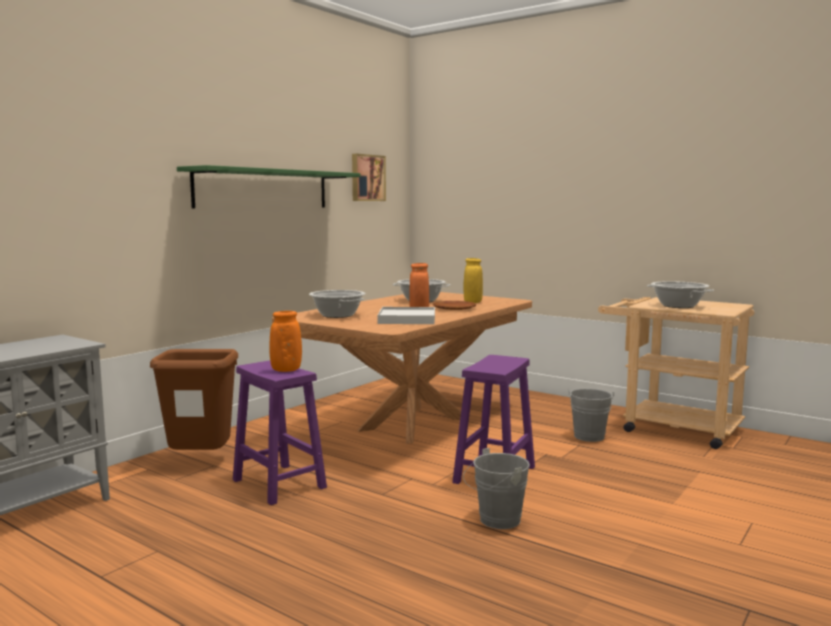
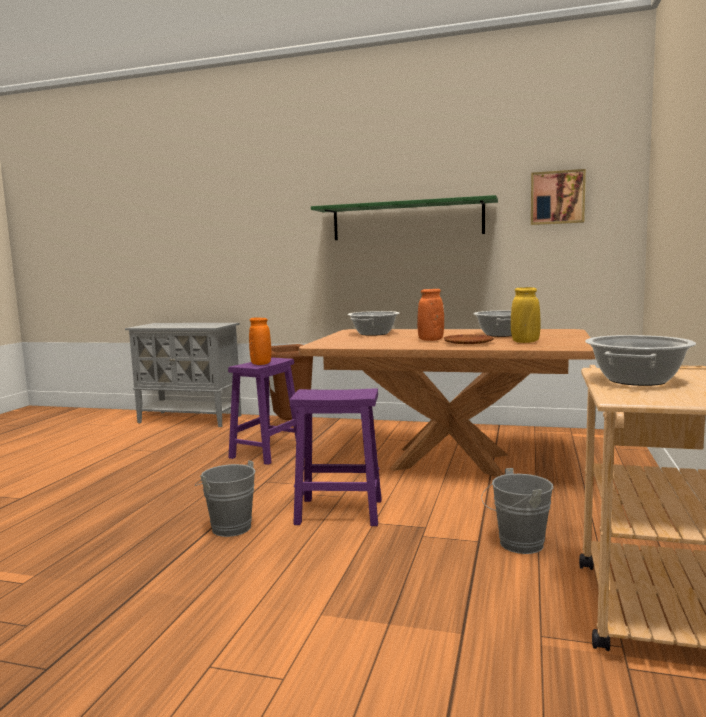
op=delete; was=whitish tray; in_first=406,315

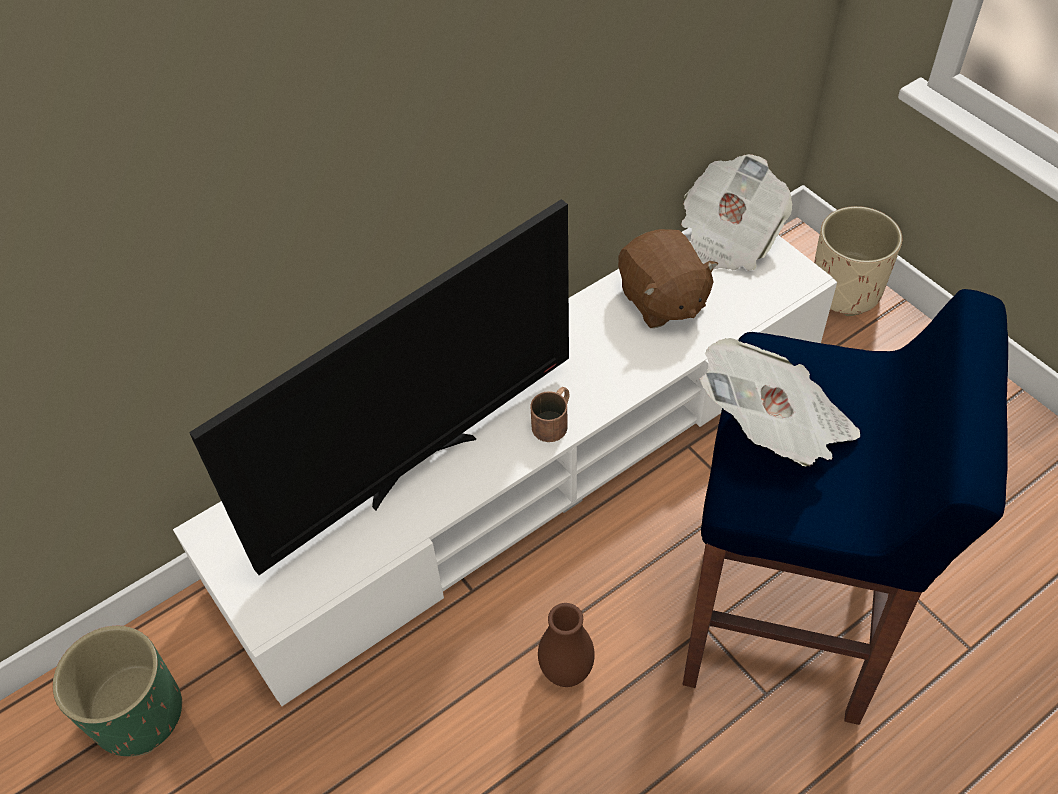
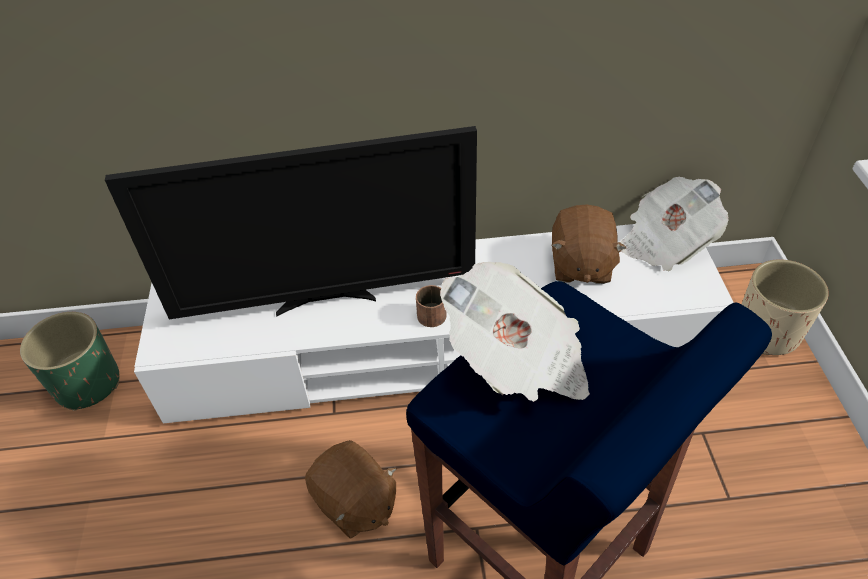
op=replace; was=brown-coloured flower vase; now=brown-coloured plush toy; in_first=566,645; in_second=351,489

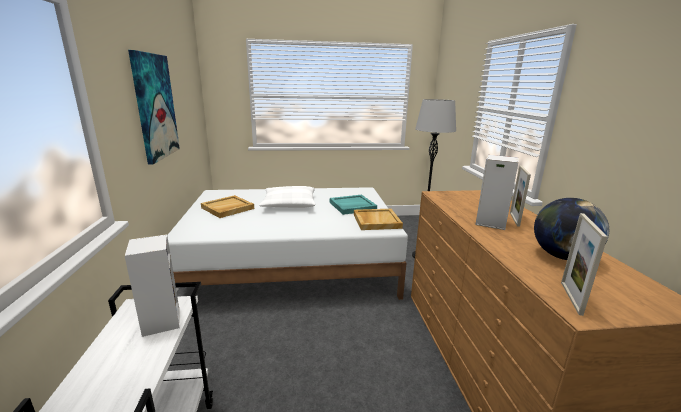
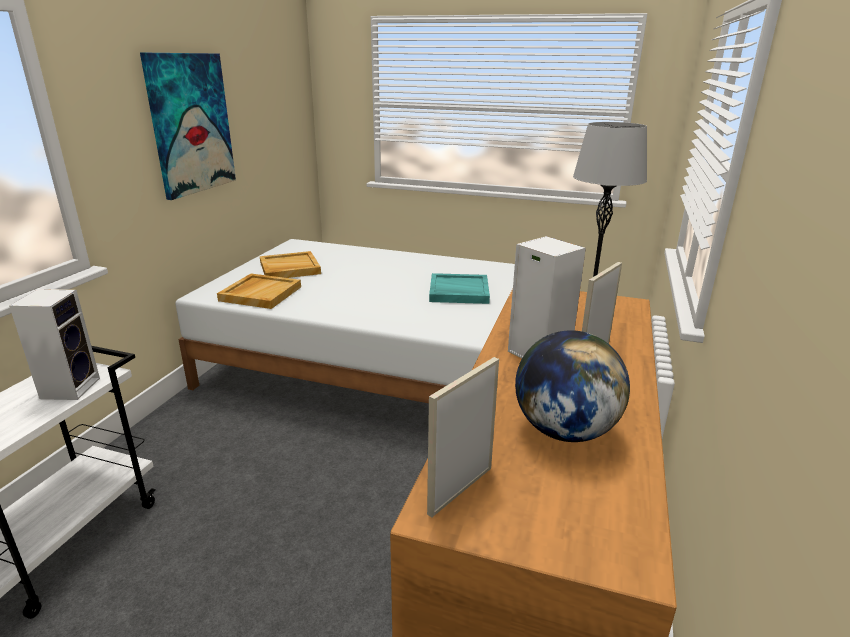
op=delete; was=whitish throw pillow; in_first=287,197
op=move; was=beige-coloured tray; in_first=378,219; in_second=259,291

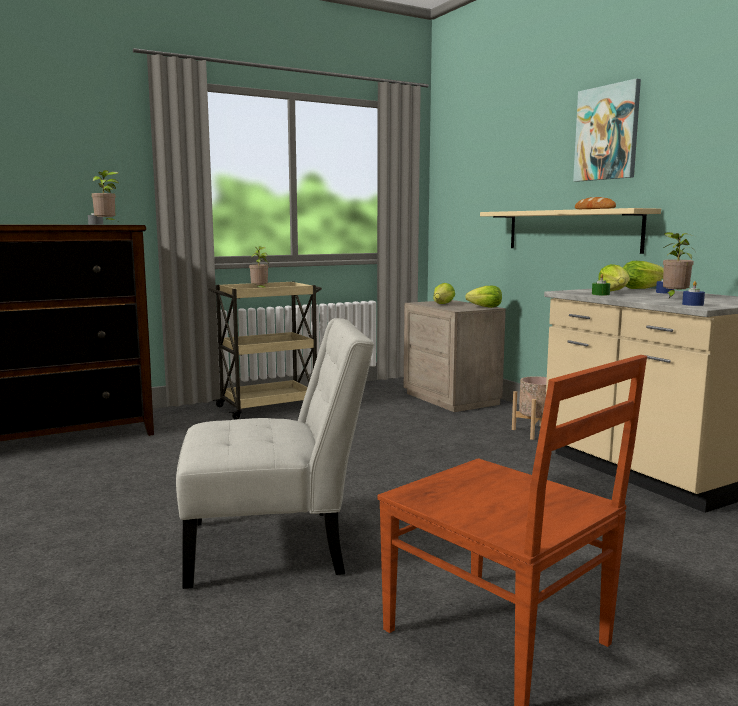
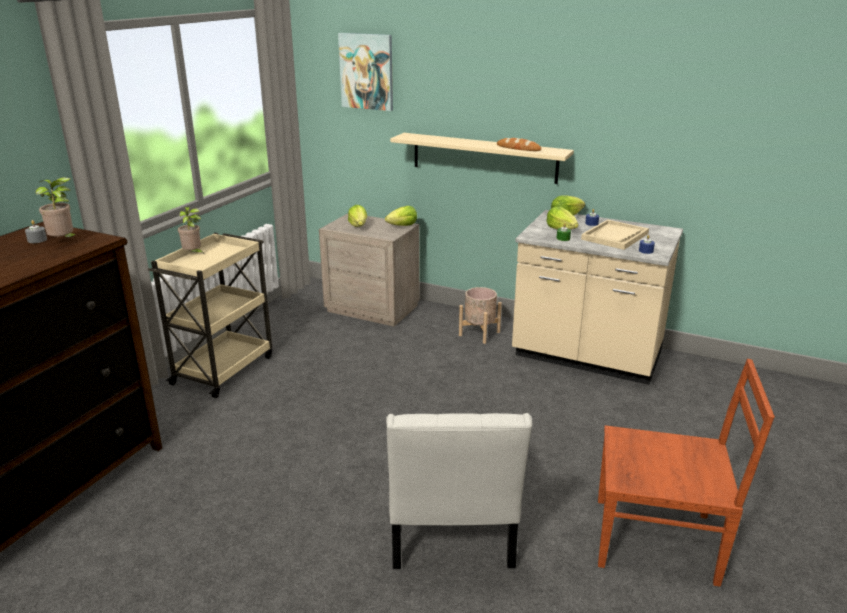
op=move; was=picture; in_first=607,130; in_second=365,72
op=replace; was=potted plant; now=beige-coloured tray; in_first=679,265; in_second=615,235
op=rotate; was=whitish upright chair; in_first=275,453; in_second=459,491; clockwise=135

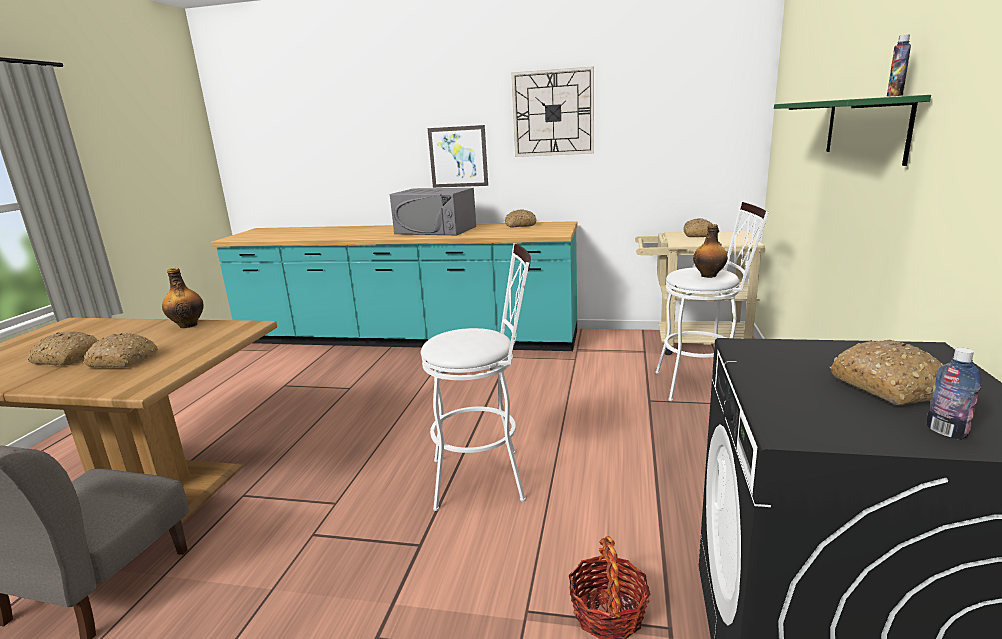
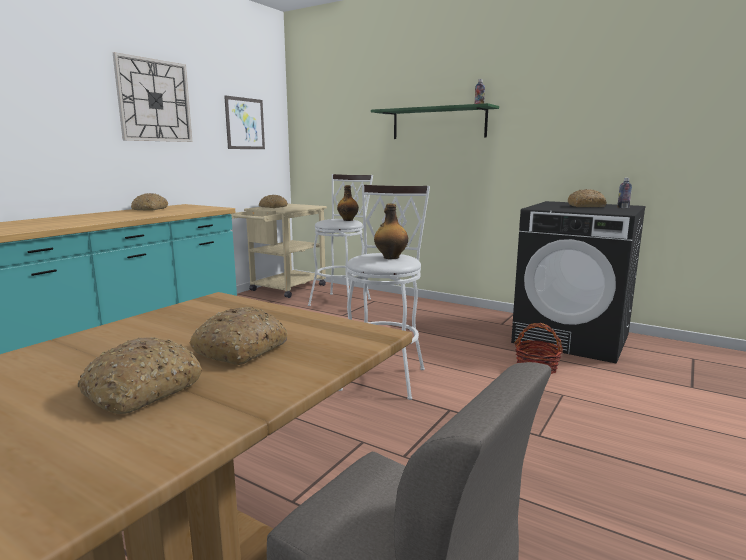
op=delete; was=greyish kitchen microwave; in_first=433,211
op=move; was=drink bottle; in_first=183,298; in_second=391,231
op=move; was=picture; in_first=458,156; in_second=244,122

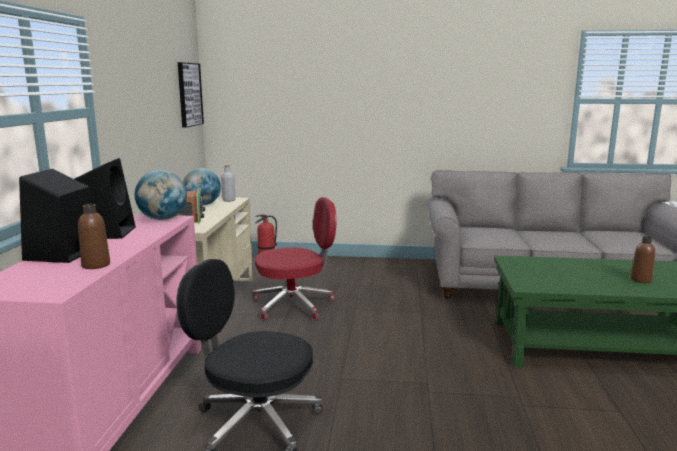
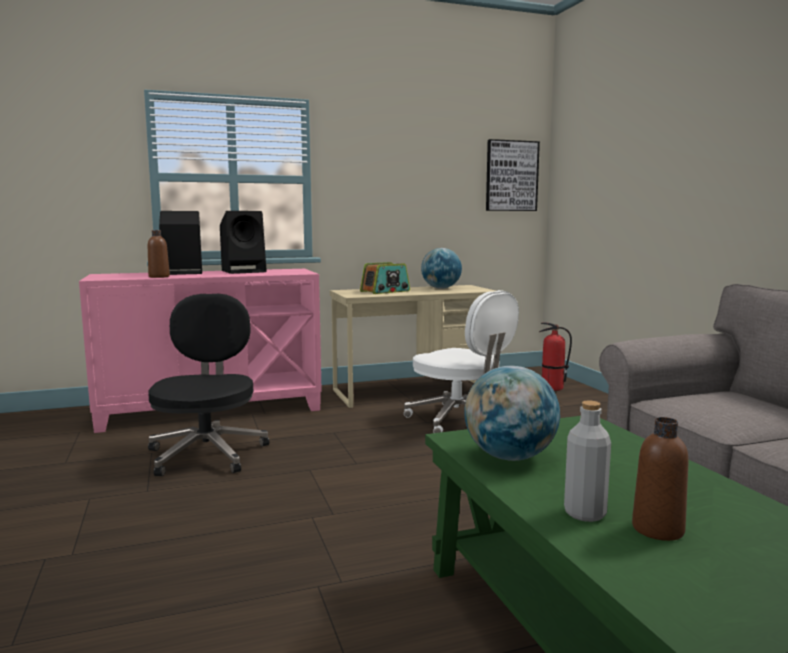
op=move; was=globe; in_first=161,195; in_second=512,413
op=move; was=greyish drink bottle; in_first=228,183; in_second=587,461
op=recolor; was=red office chair; now=whitish office chair; in_first=294,258; in_second=461,361

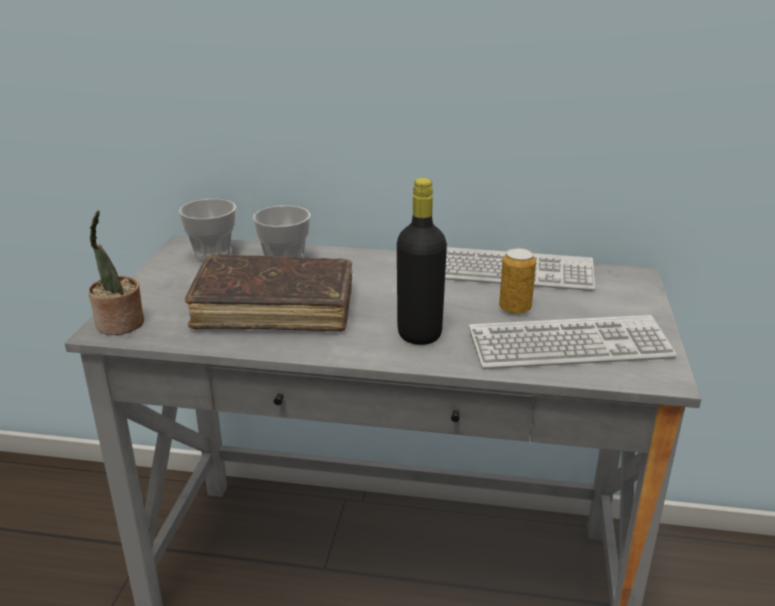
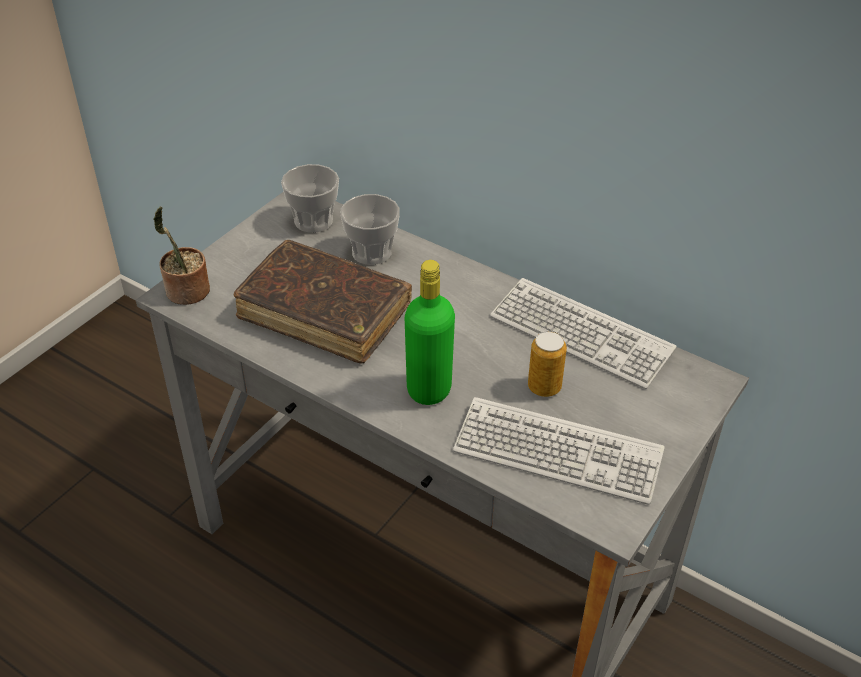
op=recolor; was=blackish drink bottle; now=green-coloured drink bottle; in_first=422,261; in_second=430,332

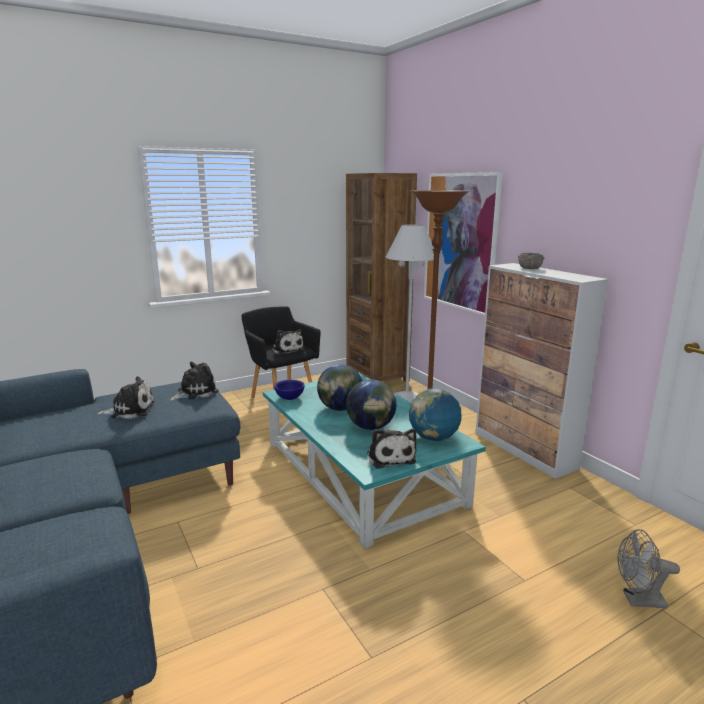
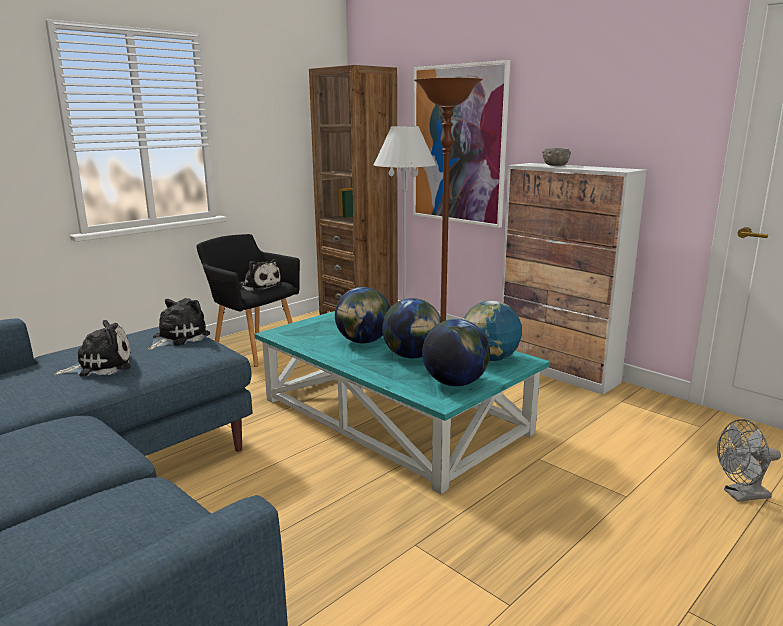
op=delete; was=blue bowl; in_first=289,390
op=replace; was=plush toy; now=globe; in_first=391,449; in_second=456,352

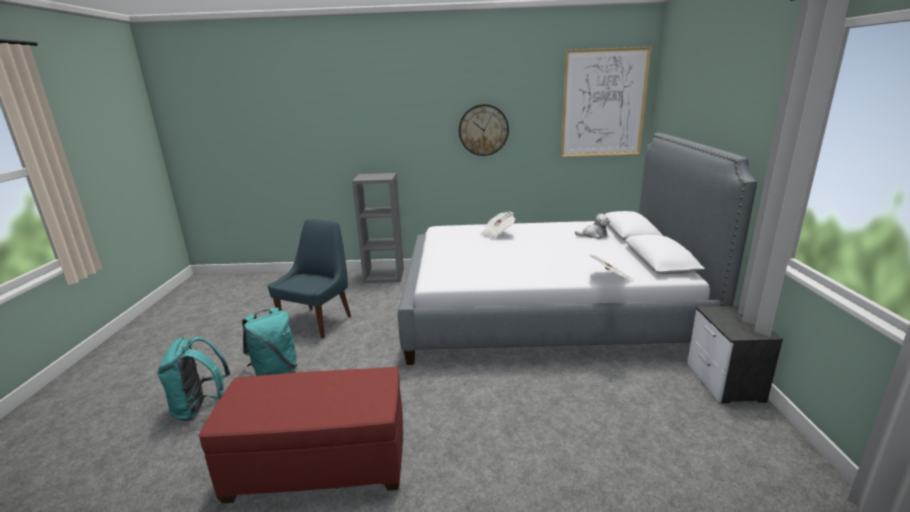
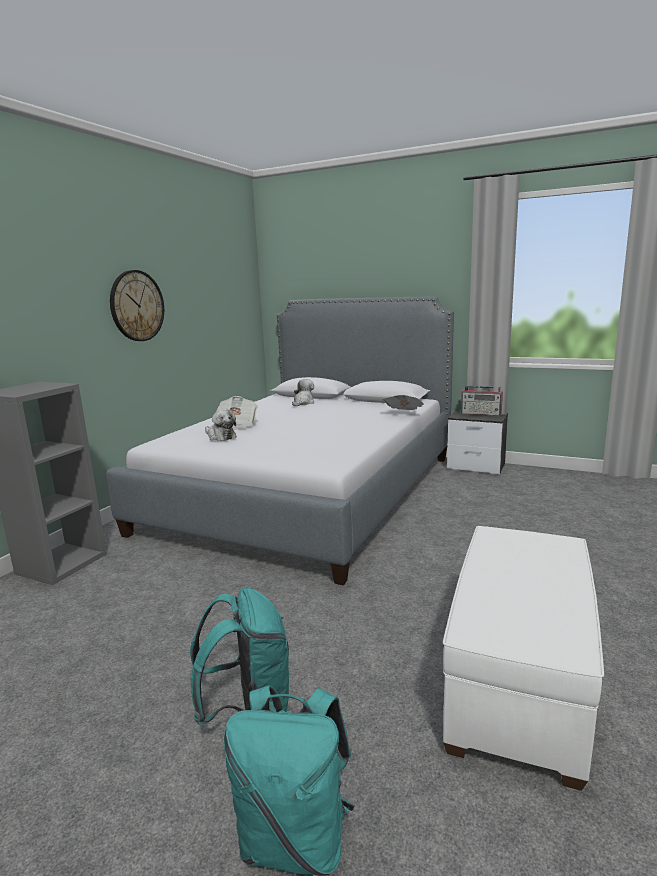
op=delete; was=blue upright chair; in_first=309,278
op=delete; was=picture; in_first=606,102
op=insert; now=plush toy; in_second=221,425
op=insert; now=radio; in_second=482,401
op=recolor; was=red pouffe; now=whitish pouffe; in_first=301,435; in_second=523,658

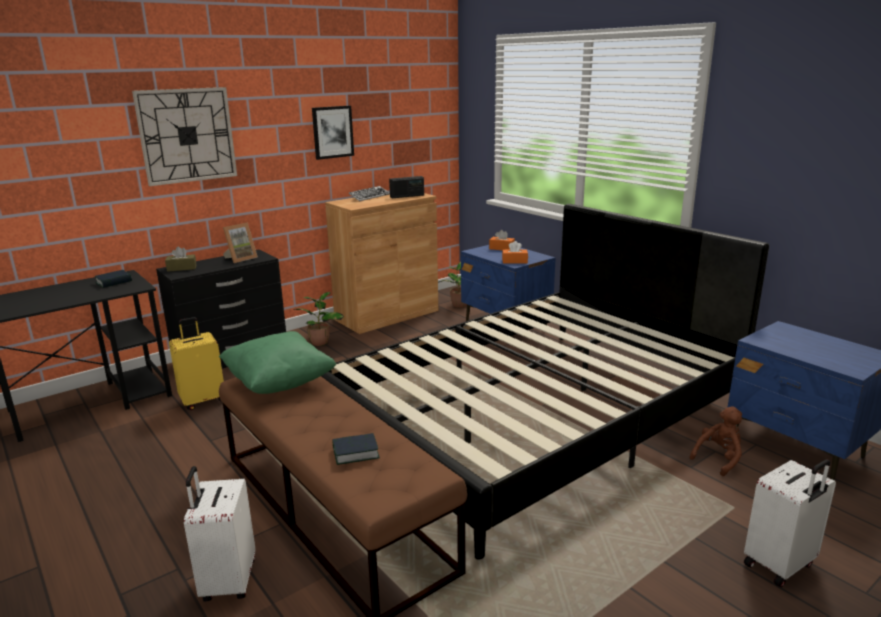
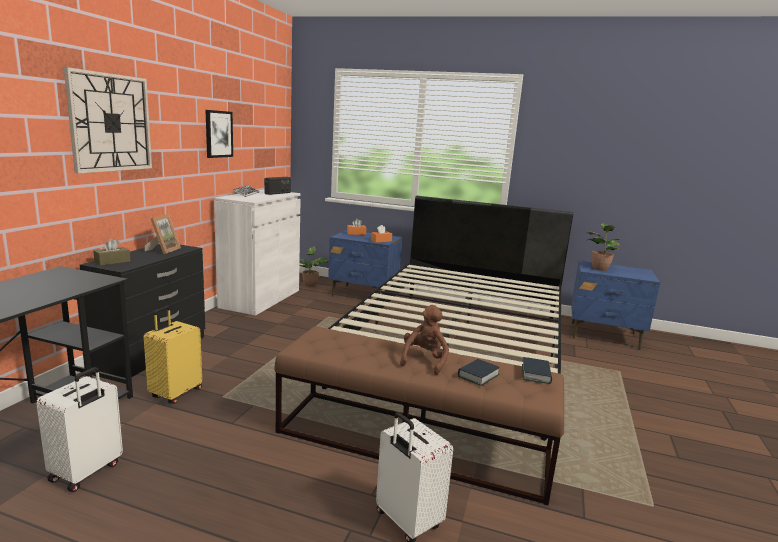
op=delete; was=green-coloured throw pillow; in_first=277,362
op=move; was=bound book; in_first=113,279; in_second=537,370
op=move; was=potted plant; in_first=318,319; in_second=603,247
op=move; was=brown-coloured plush toy; in_first=716,441; in_second=424,340
op=move; was=whitish piece of luggage; in_first=790,523; in_second=79,429
op=recolor; was=brown-coloured cabinet; now=whitish cabinet; in_first=381,263; in_second=257,252

